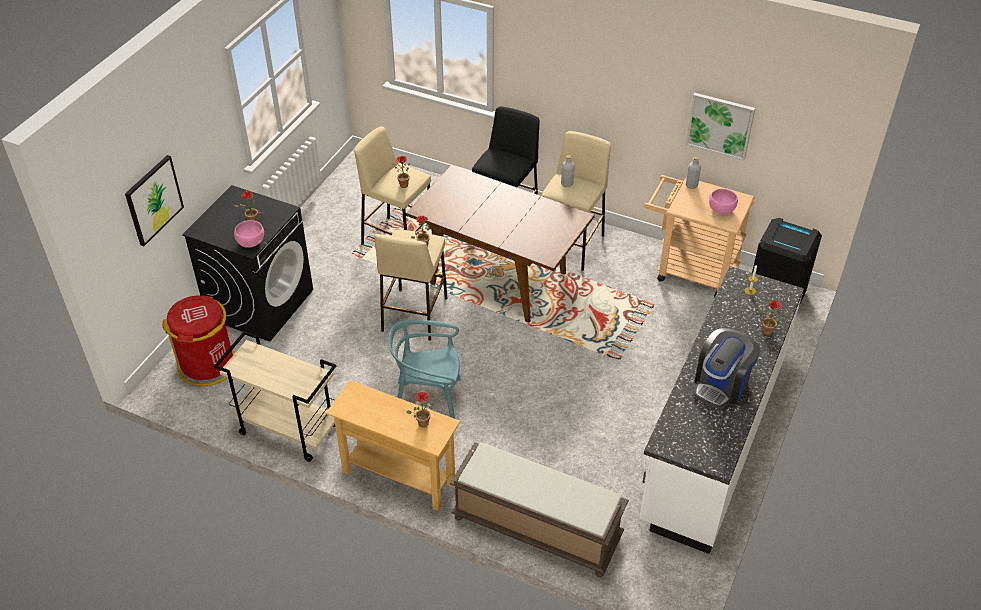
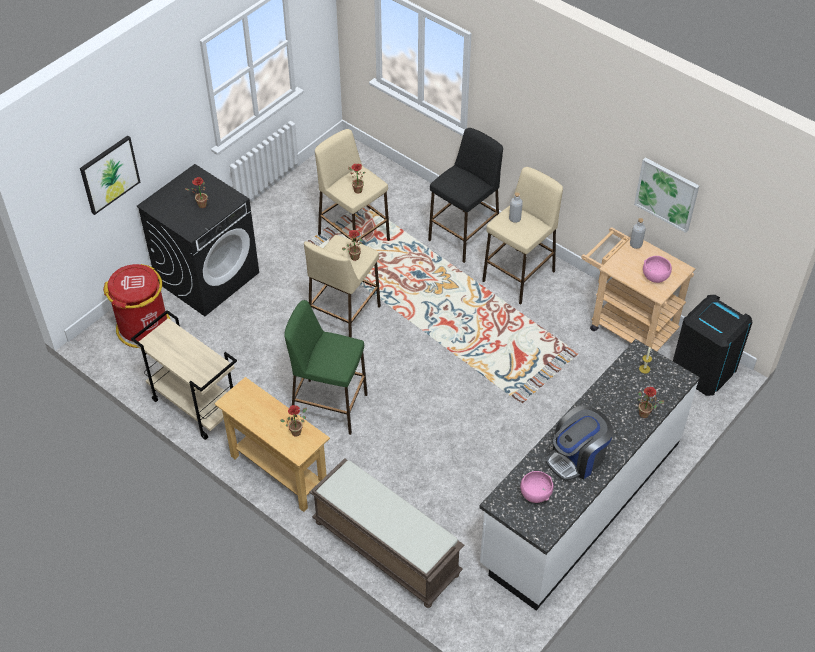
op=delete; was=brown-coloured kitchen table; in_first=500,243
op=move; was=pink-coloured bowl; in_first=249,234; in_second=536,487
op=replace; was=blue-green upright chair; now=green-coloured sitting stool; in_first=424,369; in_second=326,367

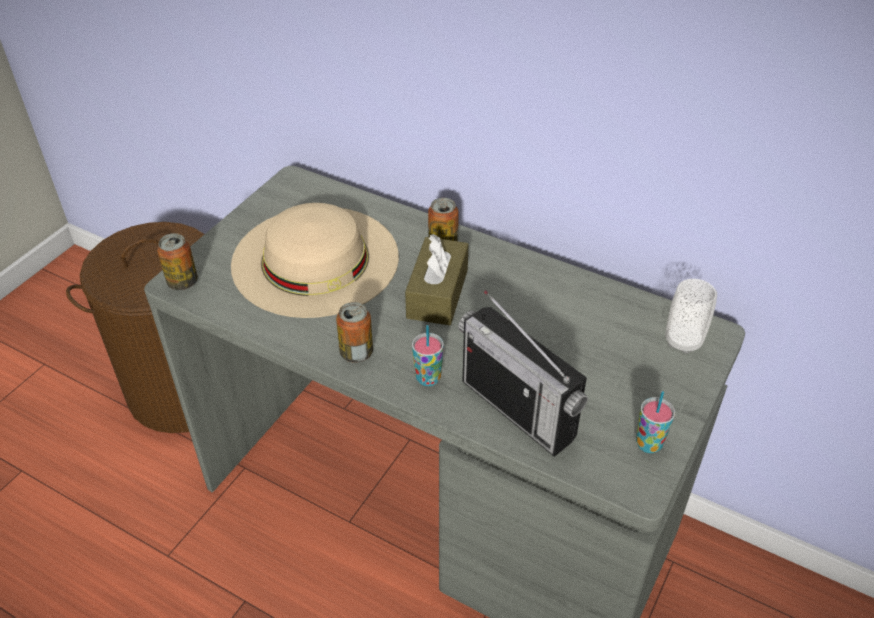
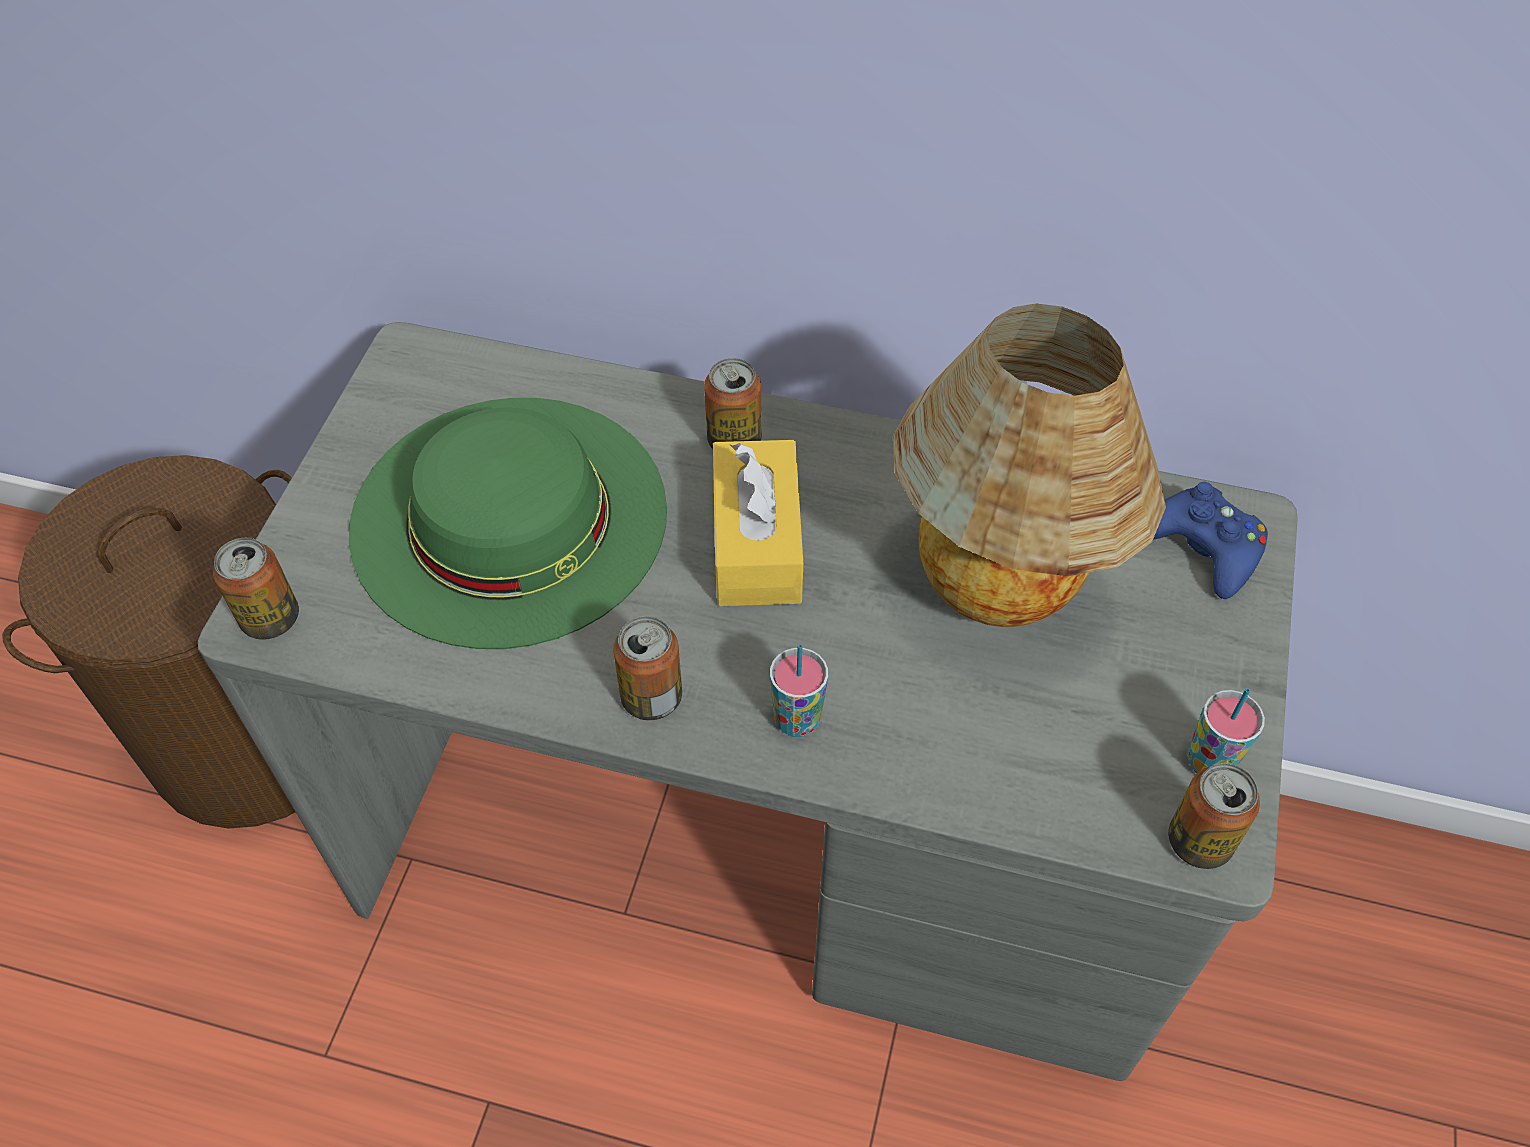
op=delete; was=radio; in_first=523,373
op=insert; now=tabletop lamp; in_second=1029,465
op=insert; now=can; in_second=1214,816
op=replace; was=small cup; now=blue gamepad; in_first=691,316; in_second=1210,540
op=recolor; was=beige-coloured clothing hat; now=green-coloured clothing hat; in_first=315,260; in_second=508,523
op=recolor; was=brown-coloured tissue holder; now=yellowish tissue holder; in_first=436,279; in_second=758,523

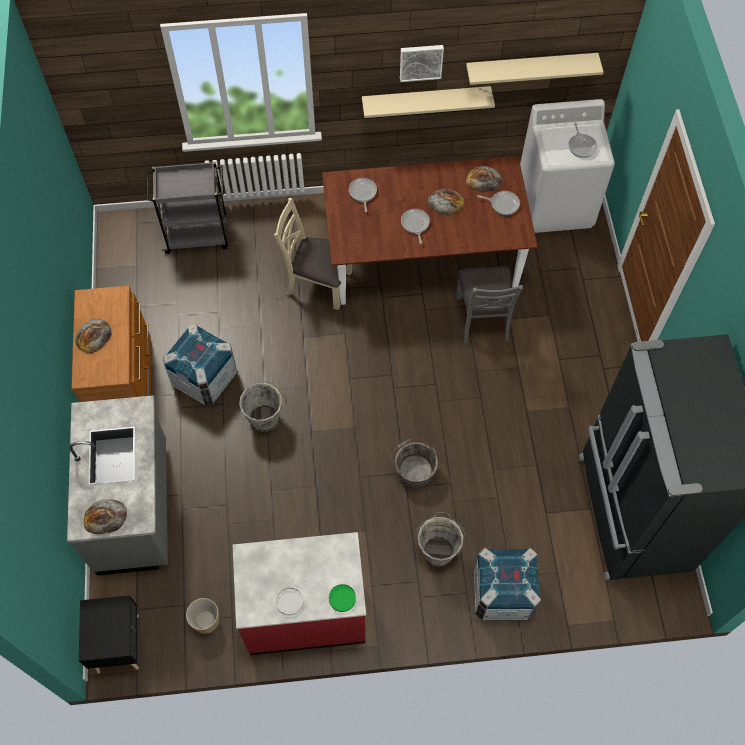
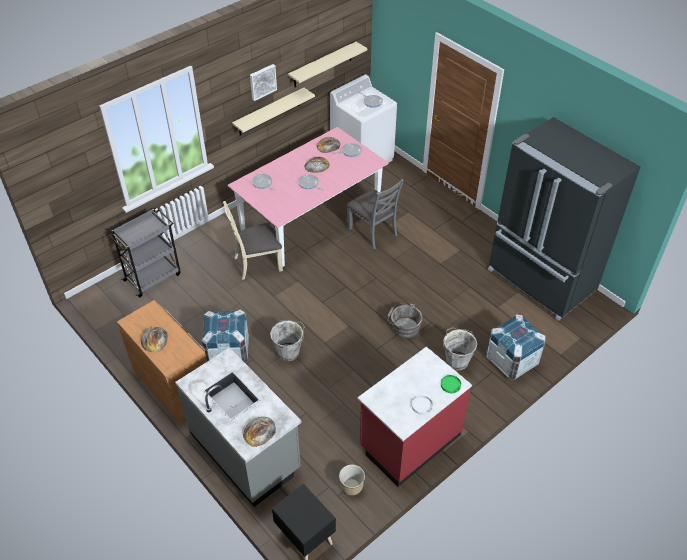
op=recolor; was=brown-coloured kitchen table; now=pink-coloured kitchen table; in_first=430,230; in_second=308,197

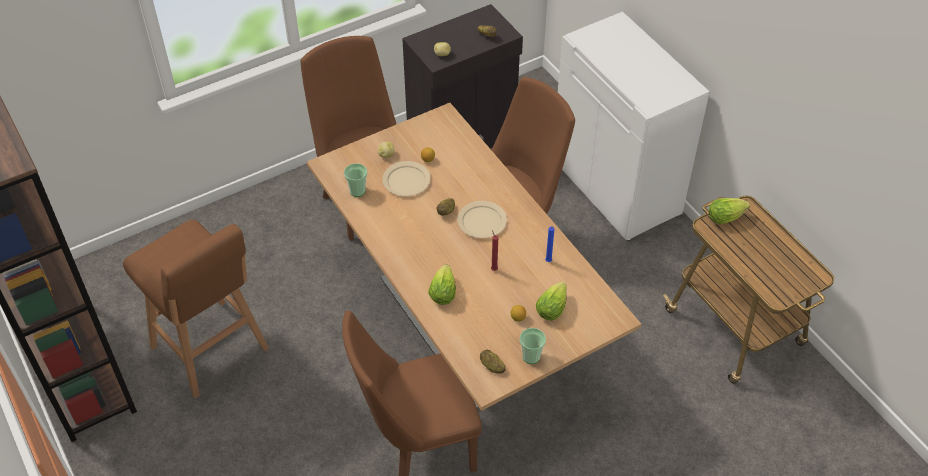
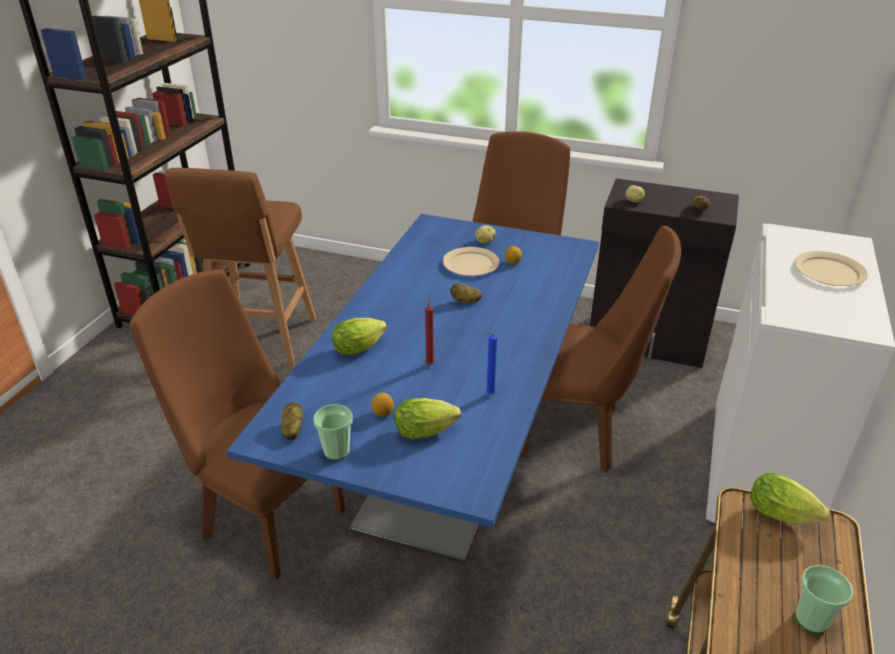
op=move; was=small cup; in_first=356,180; in_second=824,599
op=move; was=beige-coloured dinner plate; in_first=482,219; in_second=831,268
op=recolor; was=beige-coloured kitchen table; now=blue kitchen table; in_first=474,257; in_second=412,389

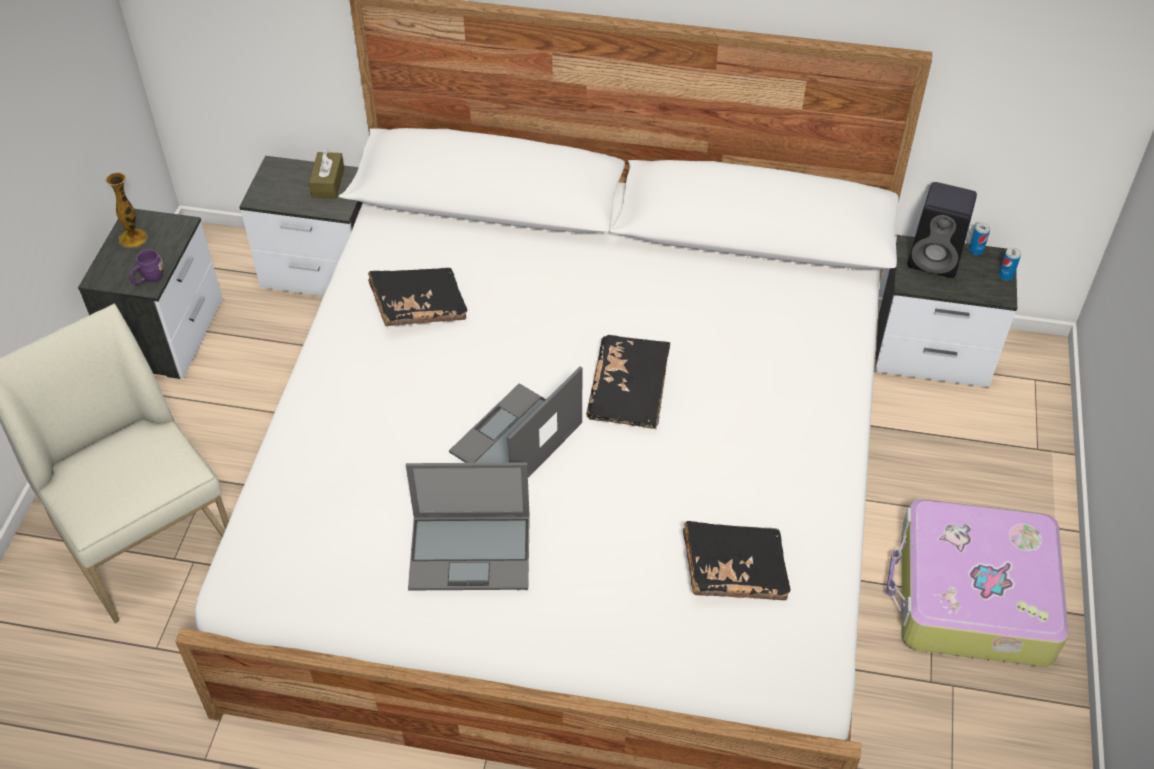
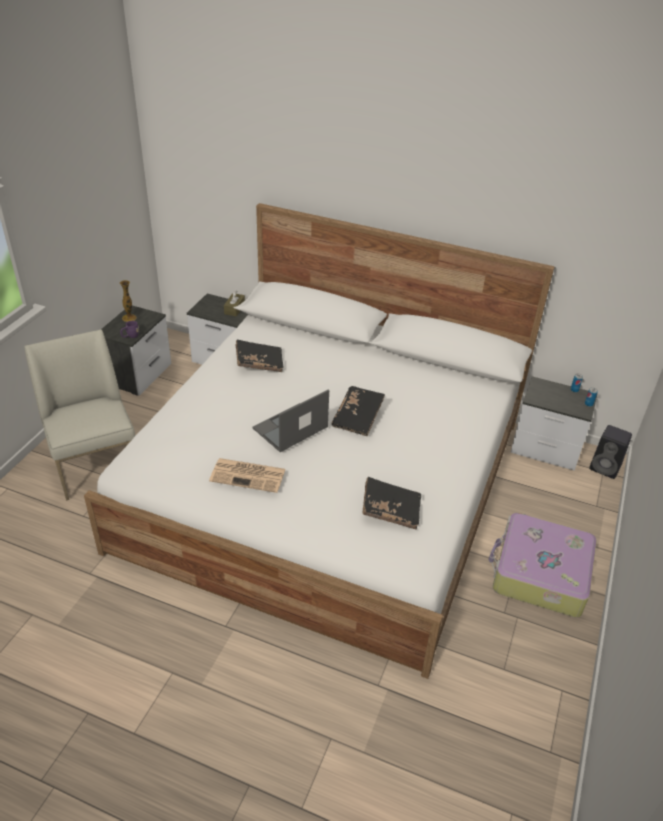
op=move; was=blackish speaker; in_first=942,230; in_second=610,452
op=replace; was=portable computer; now=newspaper; in_first=468,526; in_second=247,475

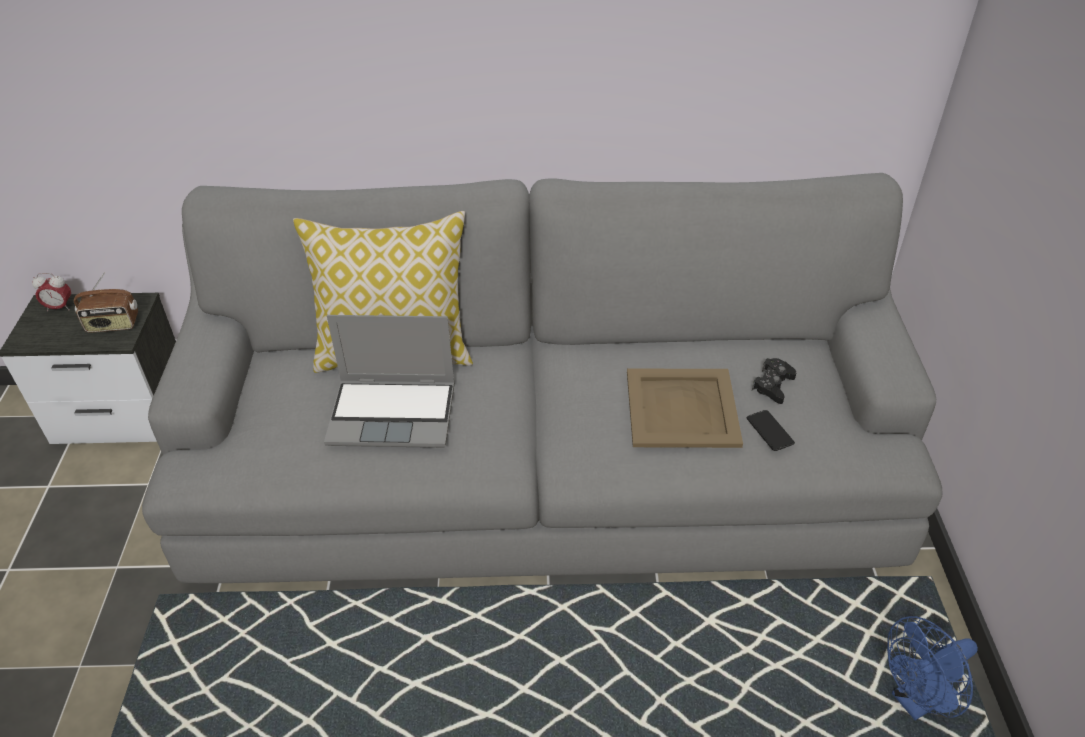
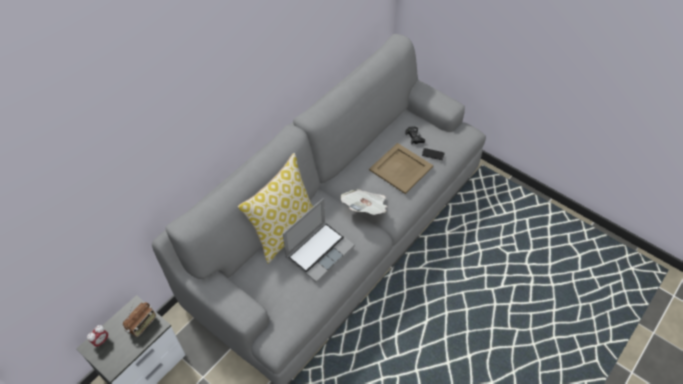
op=delete; was=blue cooling fan; in_first=932,668
op=insert; now=newspaper; in_second=363,202

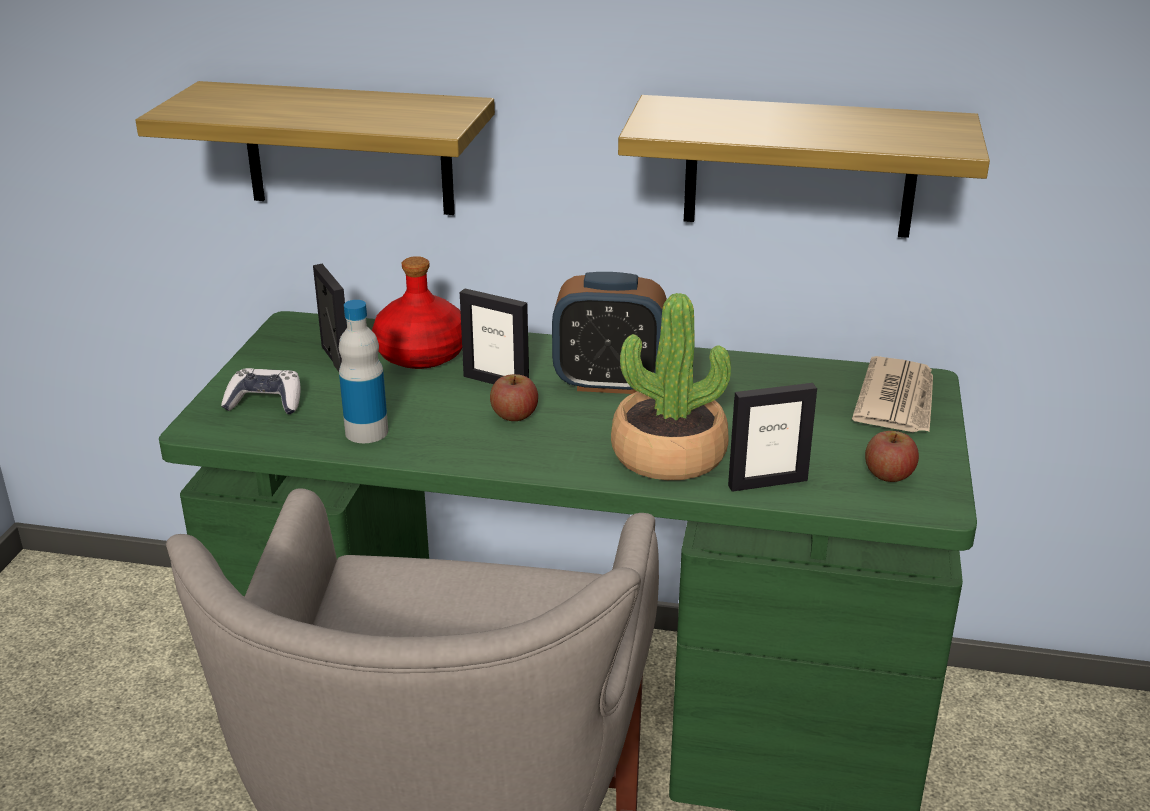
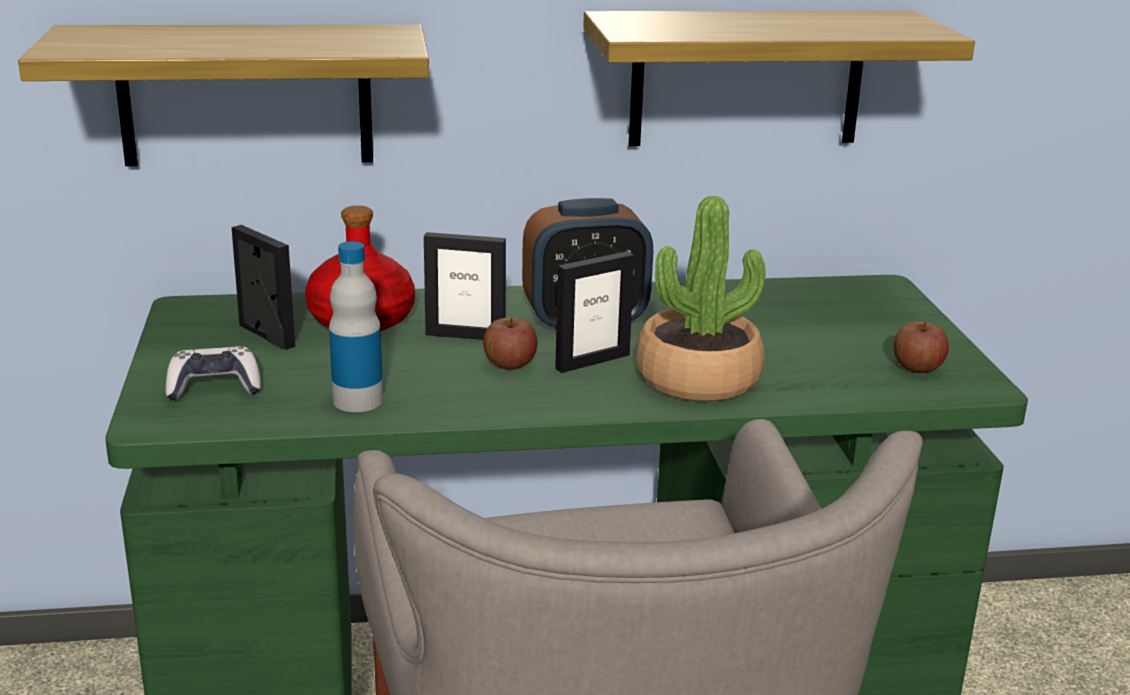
op=delete; was=newspaper; in_first=892,394
op=move; was=standing frame; in_first=772,437; in_second=594,312

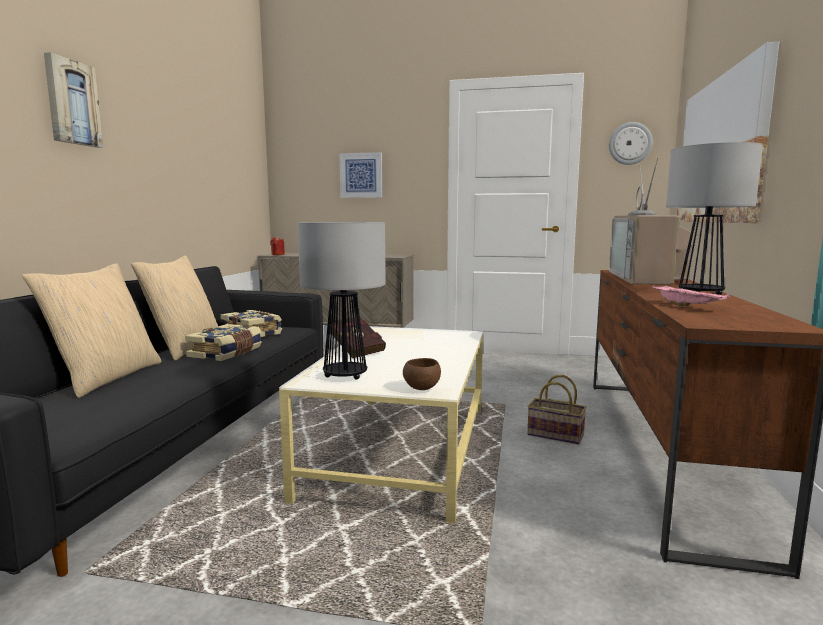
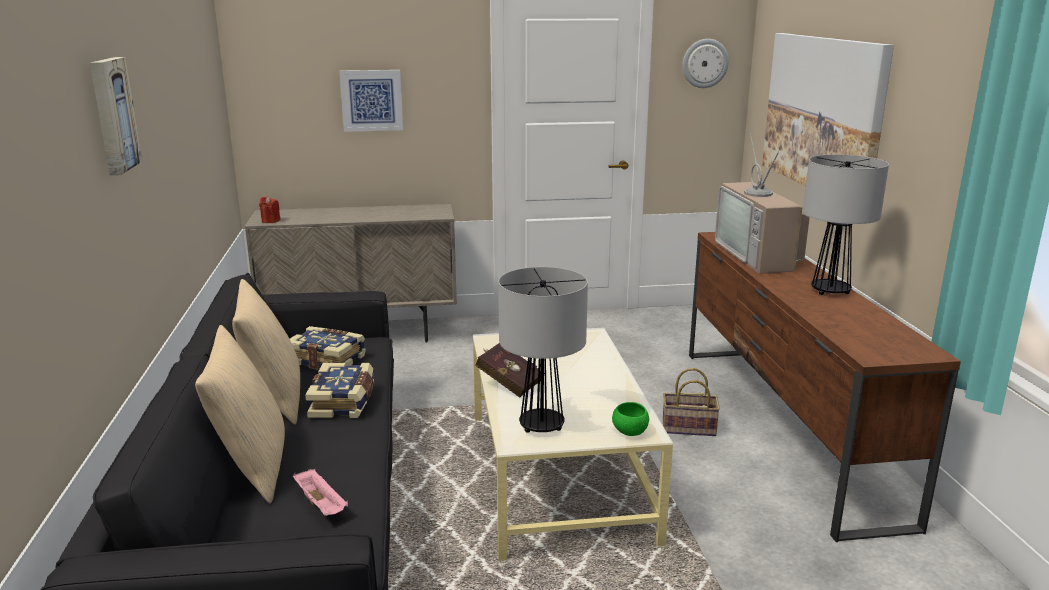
op=move; was=pink-coloured tray; in_first=691,295; in_second=320,492
op=recolor; was=brown-coloured bowl; now=green-coloured bowl; in_first=422,374; in_second=630,419

